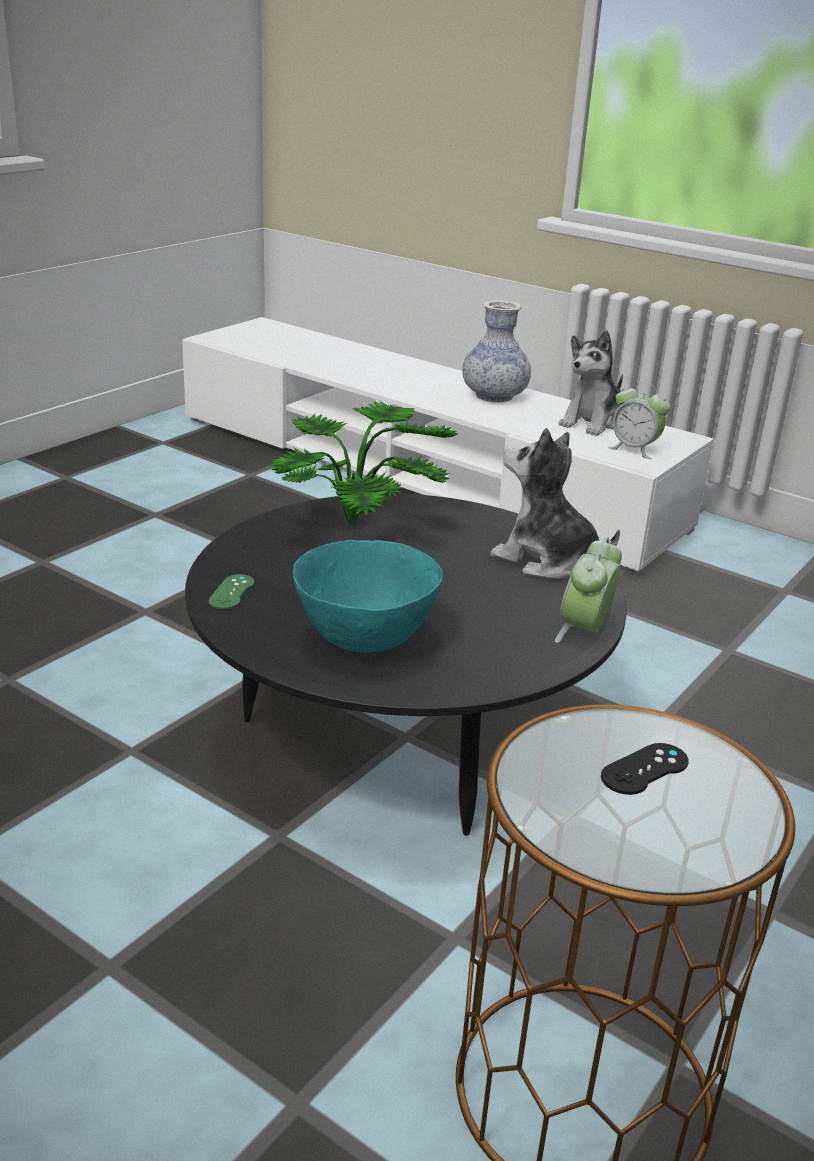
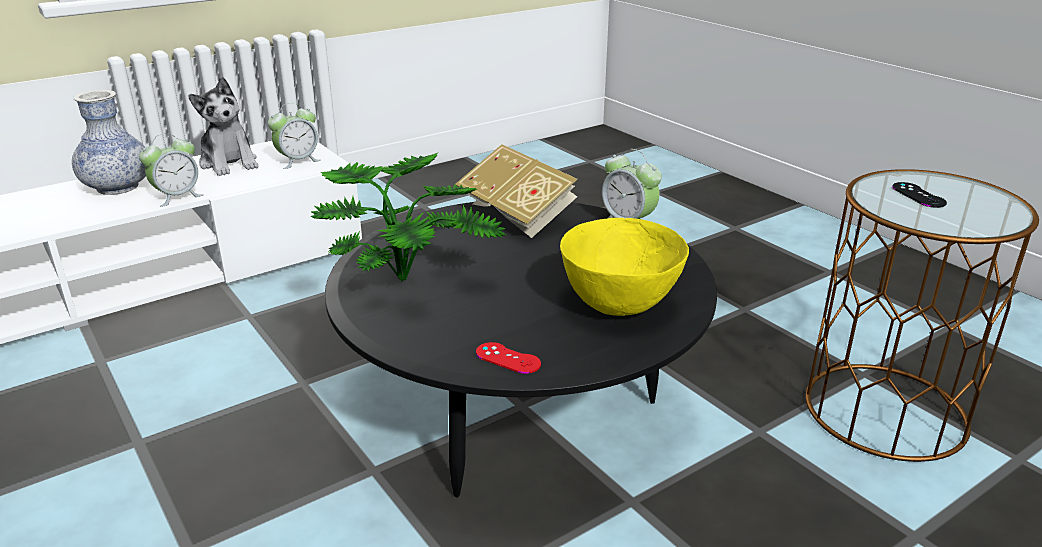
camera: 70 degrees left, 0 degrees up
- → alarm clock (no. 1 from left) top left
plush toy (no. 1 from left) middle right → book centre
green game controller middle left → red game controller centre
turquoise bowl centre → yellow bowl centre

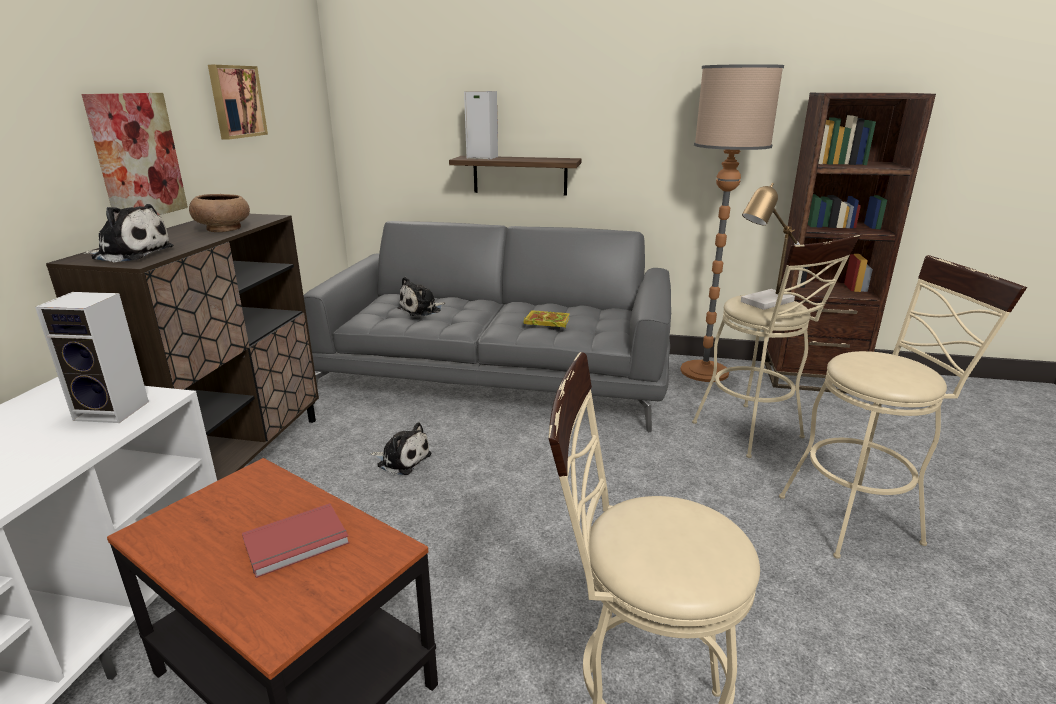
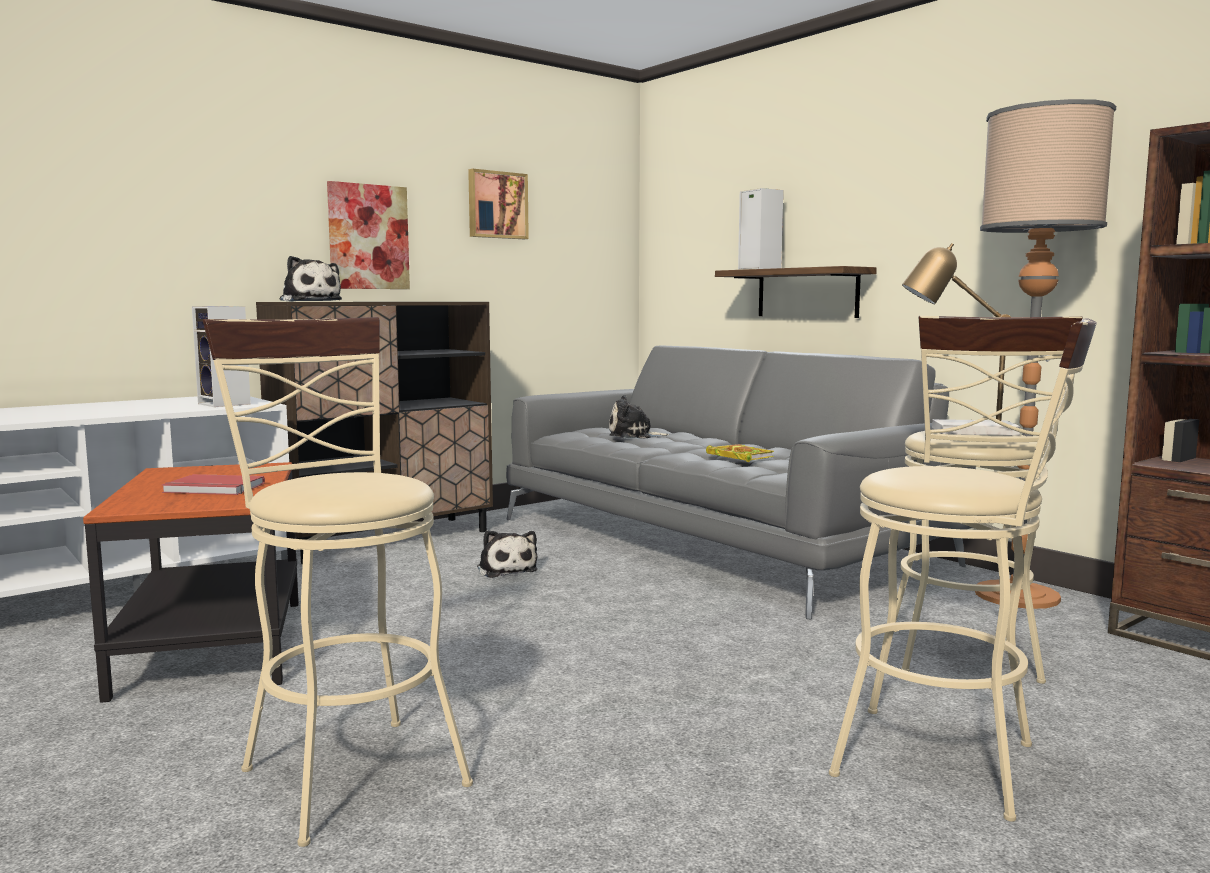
camera: 40 degrees right, 15 degrees down
brown bowl top left → -

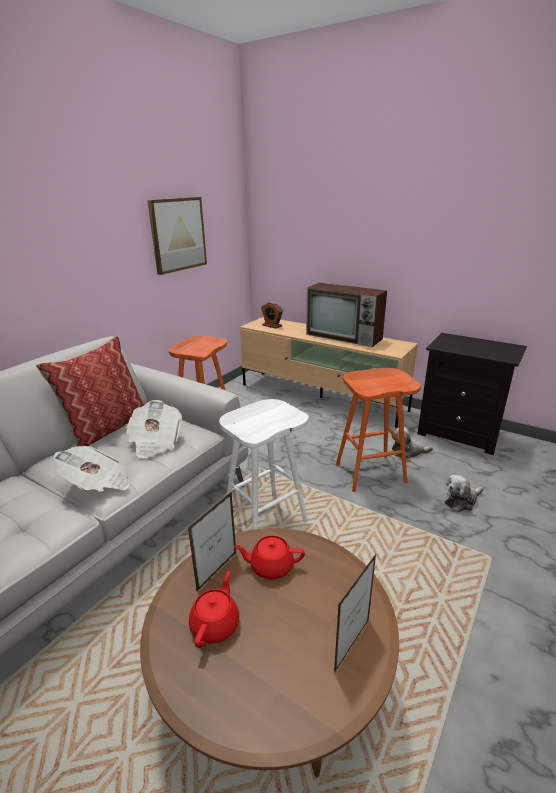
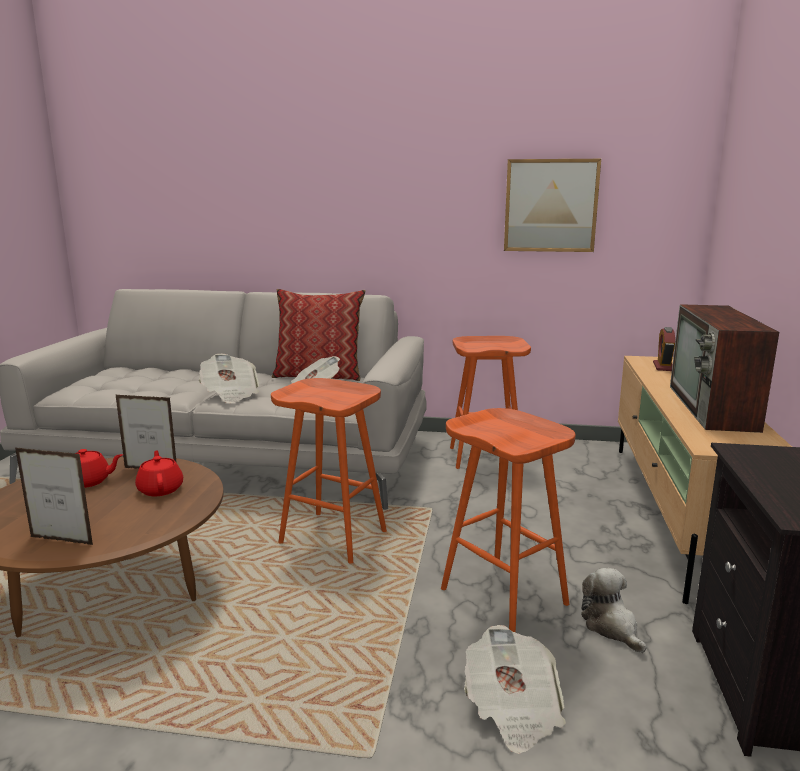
camera: 65 degrees right, 10 degrees down
plush toy (no. 2 from left) middle right → newspaper (no. 3 from left) bottom centre
white stool centre → orange stool (no. 1 from left) centre

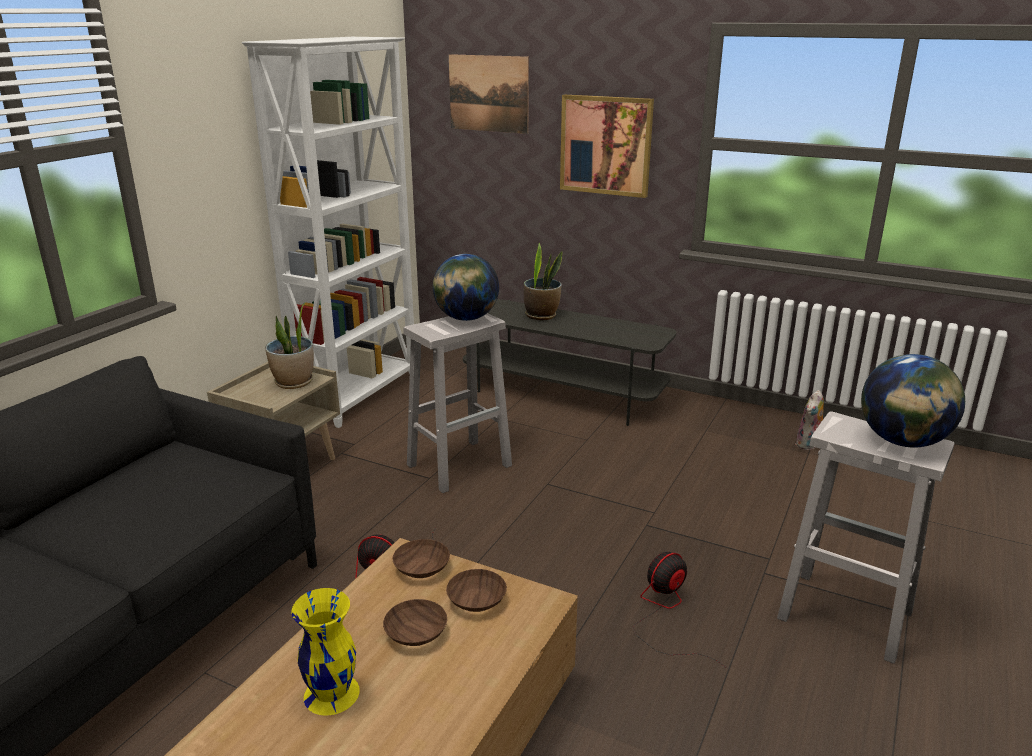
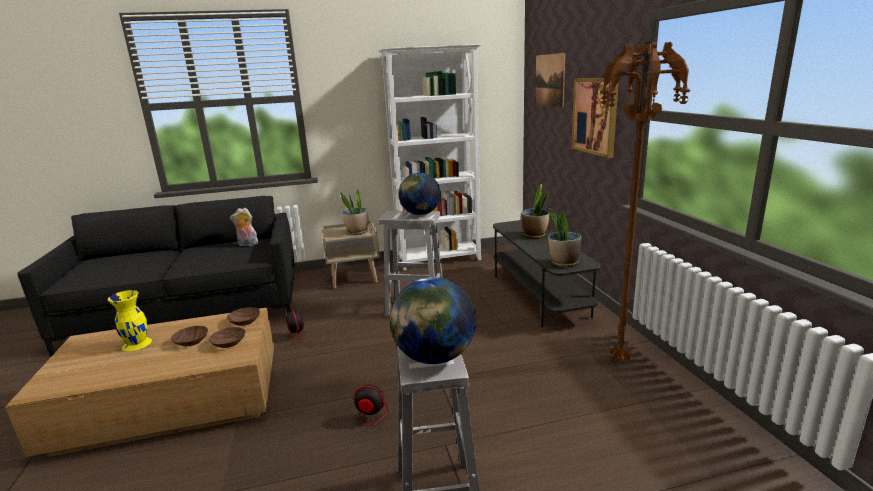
camera: 50 degrees right, 5 degrees down
- → potted plant (no. 3 from left) centre
- → brown floor lamp middle right
plush toy middle right → plush toy middle left, shifted

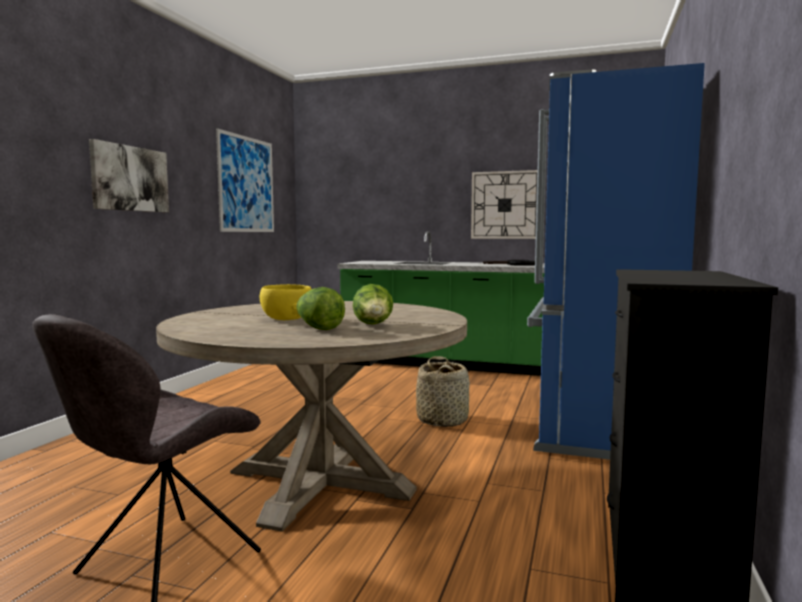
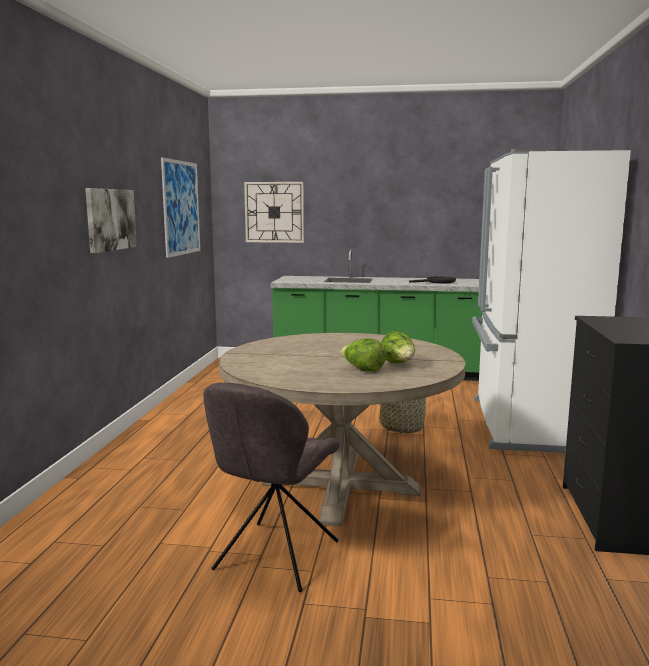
camera: 10 degrees left, 5 degrees up
yellow bowl centre → -
wall clock centre → wall clock top centre, shifted
blue fridge middle right → white fridge middle right

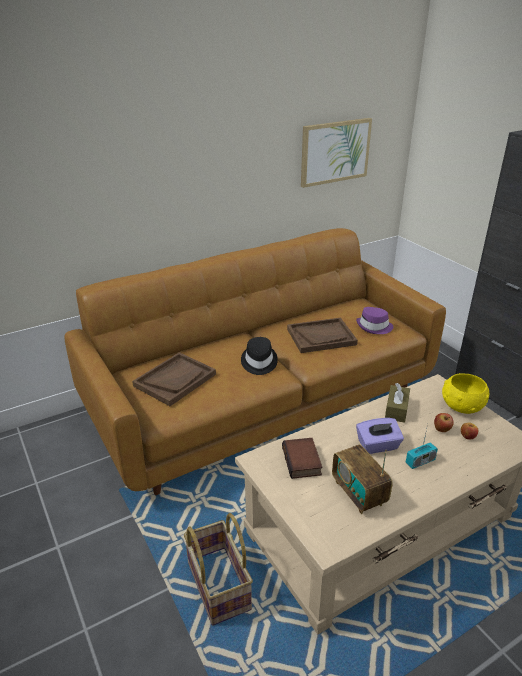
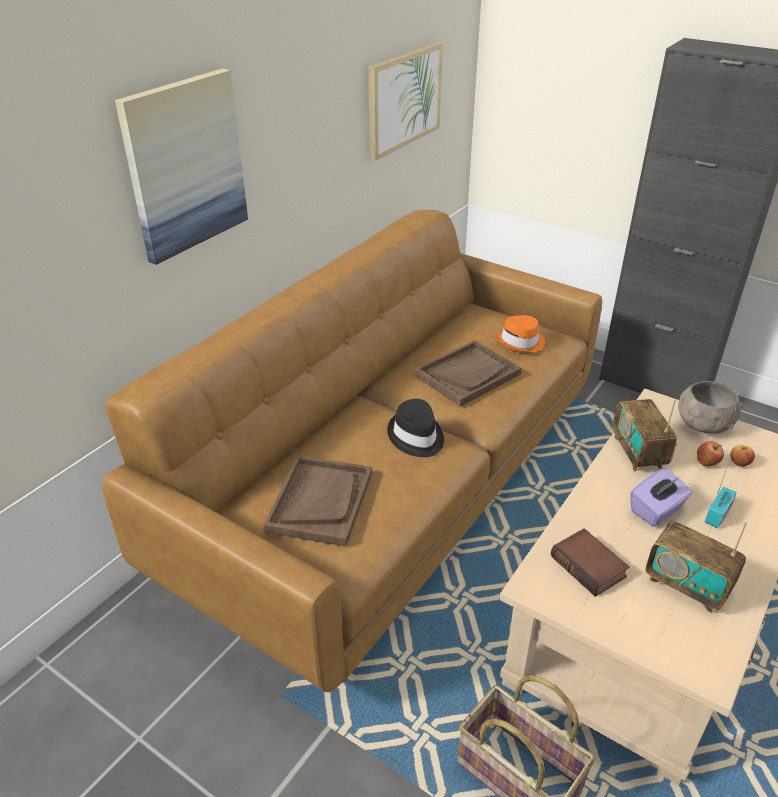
camera: 25 degrees left, 5 degrees up
- → picture (no. 1 from left) top left
brown tissue box middle right → radio (no. 1 from left) middle right
purple hat middle right → orange hat middle right
yellow bowl middle right → grey bowl middle right

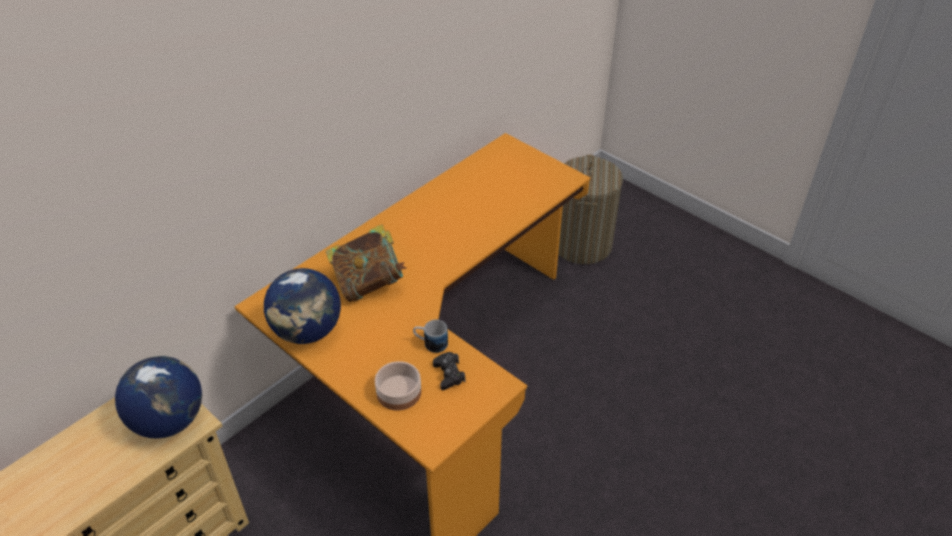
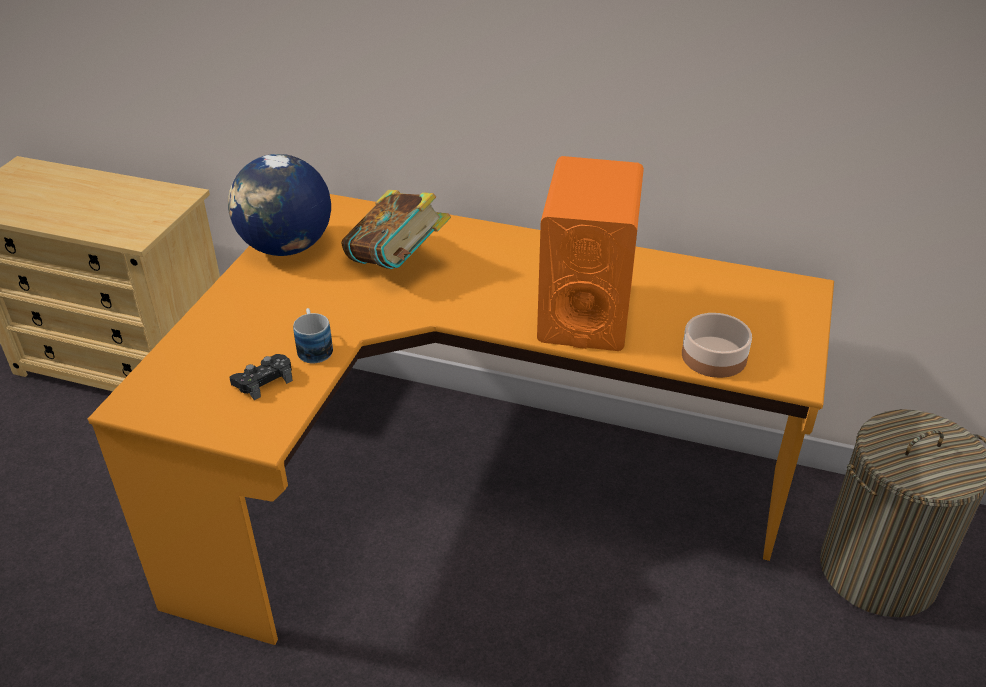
camera: 65 degrees right, 5 degrees down
globe (no. 1 from left) bottom left → -
- → orange speaker centre
bowl bottom centre → bowl middle right, shifted

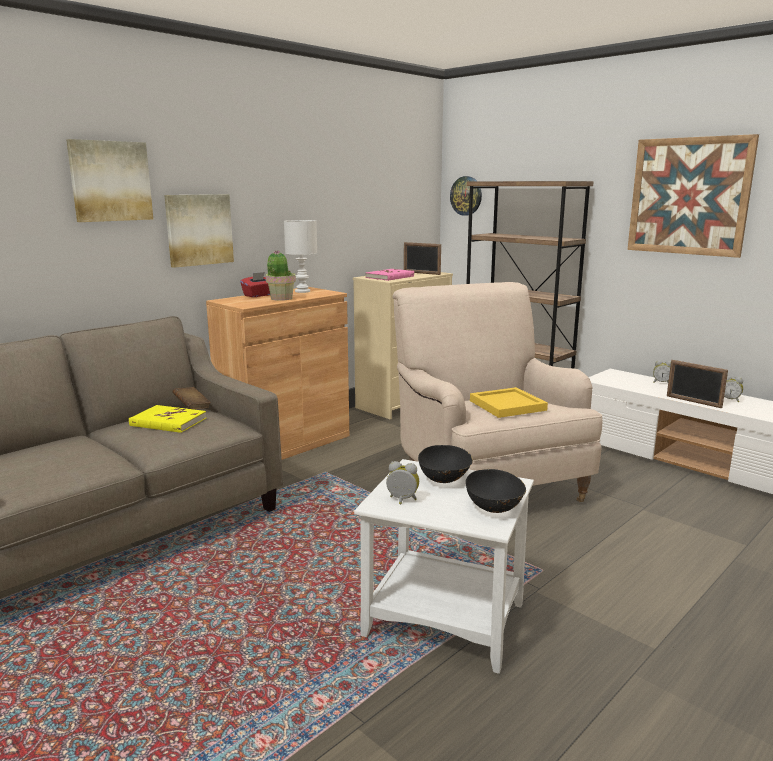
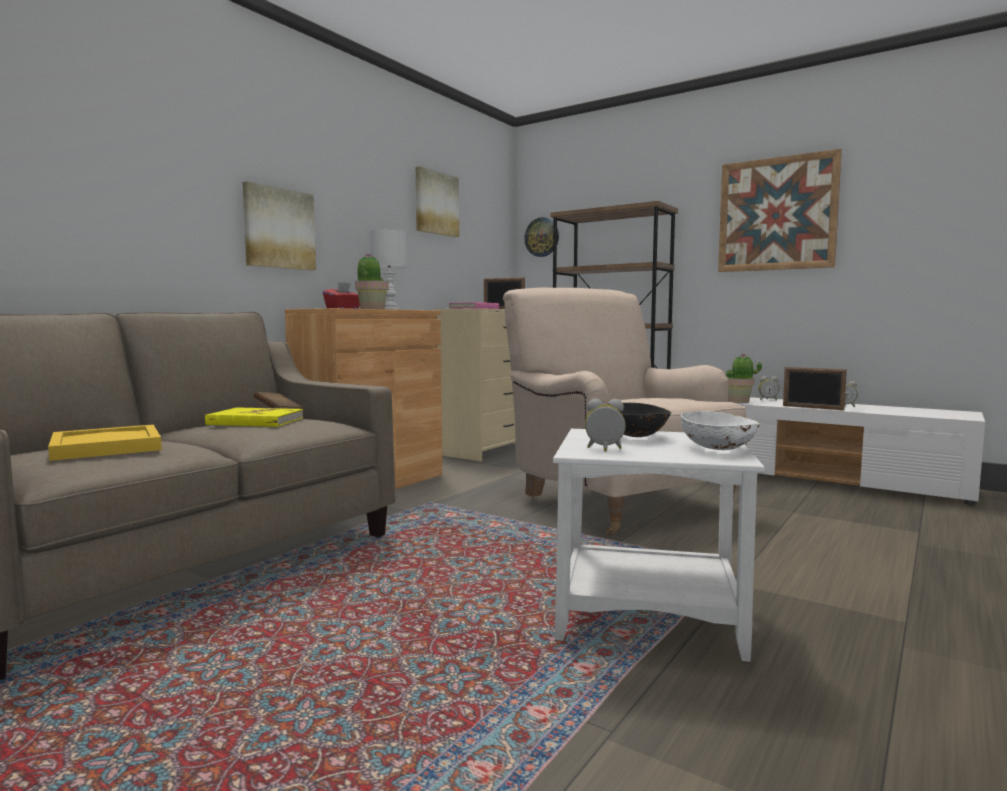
camera: 10 degrees left, 10 degrees down
- → potted plant (no. 2 from left) middle right
picture (no. 1 from left in the first image) top left → picture (no. 2 from left) top centre, shifted
yellow tray centre → yellow tray middle left, shifted
black bowl (no. 2 from left) centre → white bowl middle right

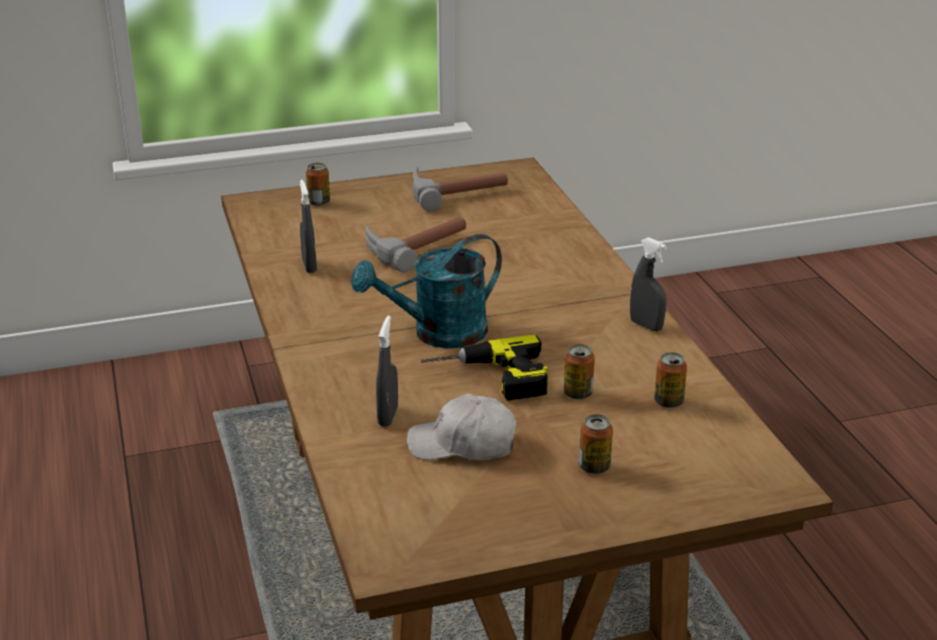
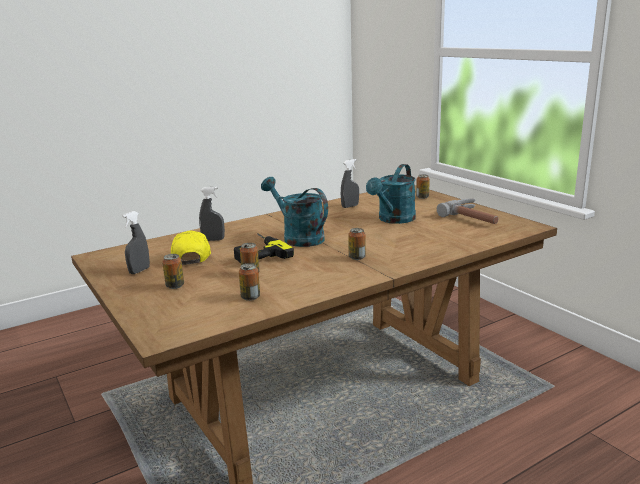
camera: 75 degrees right, 10 degrees down
- → can (no. 4 from left) centre
grey spray bottle (no. 3 from left in the first image) middle right → grey spray bottle (no. 1 from left) middle left, shifted
hammer (no. 1 from left) centre → turquoise watering can (no. 2 from left) centre
white cap bottom centre → yellow cap middle left

